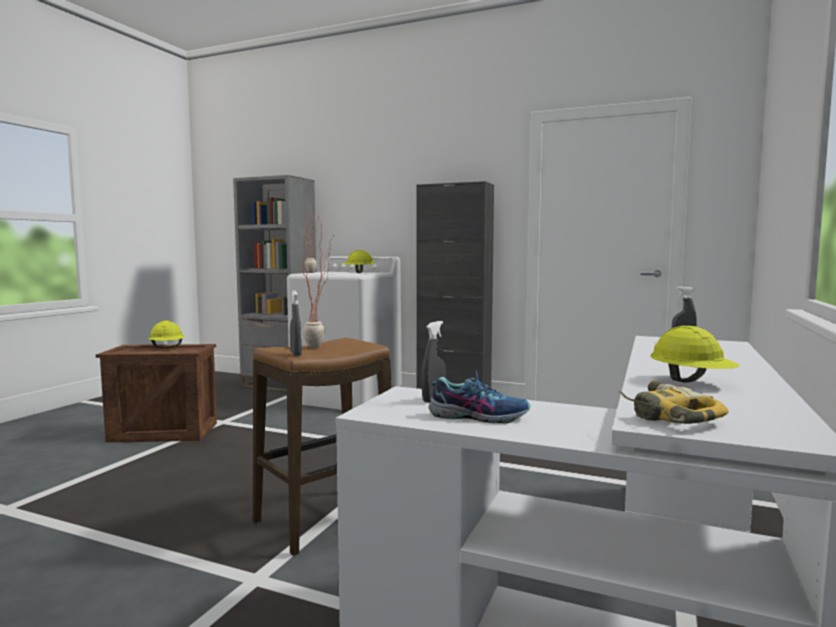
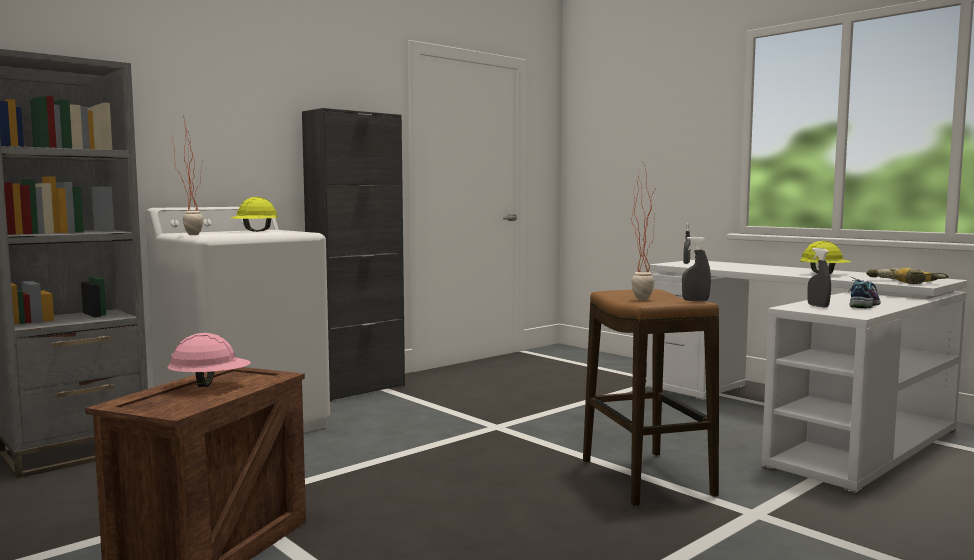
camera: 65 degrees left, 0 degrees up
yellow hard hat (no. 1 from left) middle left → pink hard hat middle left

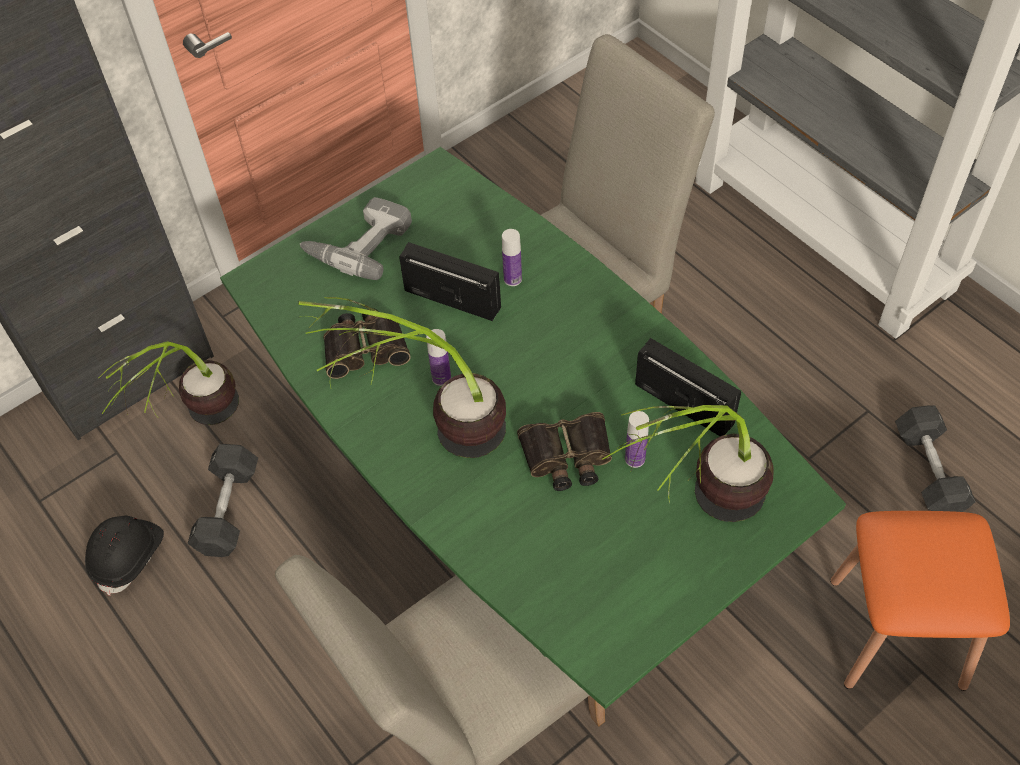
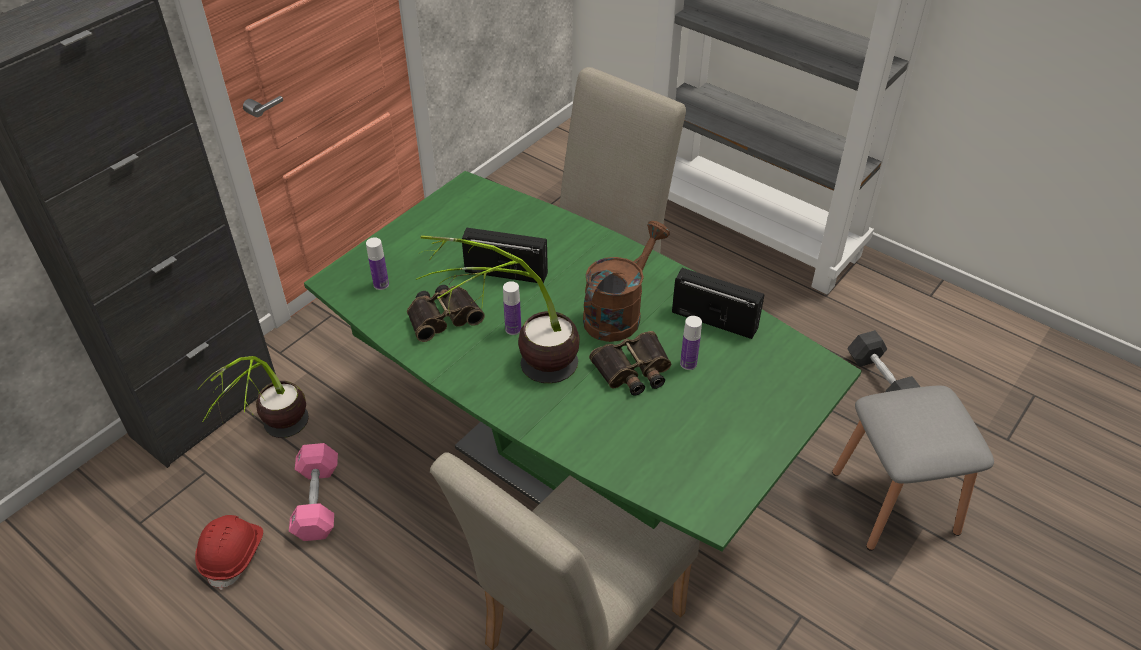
camera: 15 degrees left, 10 degrees down
power drill top centre → -
potted plant (no. 3 from left) middle right → -
- → brown watering can centre
bottle (no. 2 from left in the first image) centre → bottle (no. 1 from left) middle left, shifted
black hard hat bottom left → red hard hat bottom left
black dumbbell (no. 1 from left) middle left → pink dumbbell bottom left
orange stool bottom right → grey stool bottom right

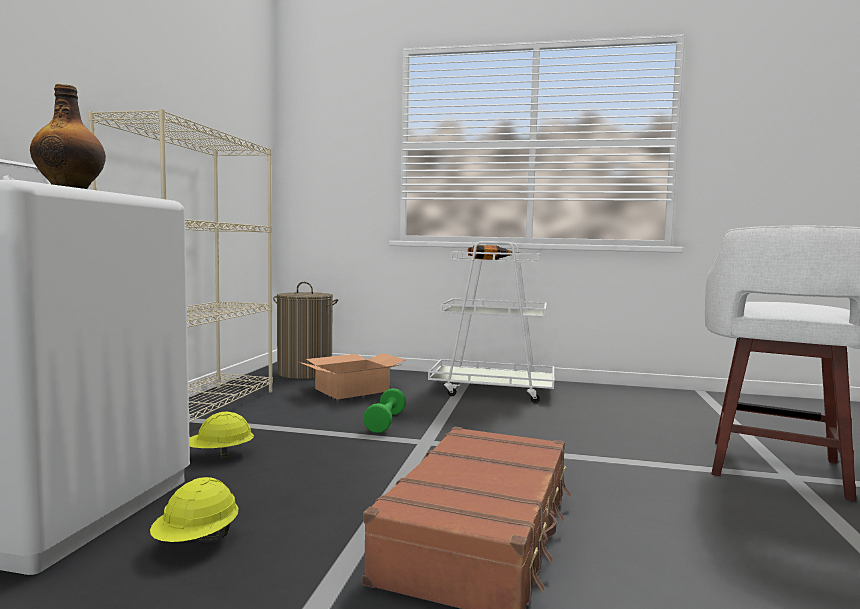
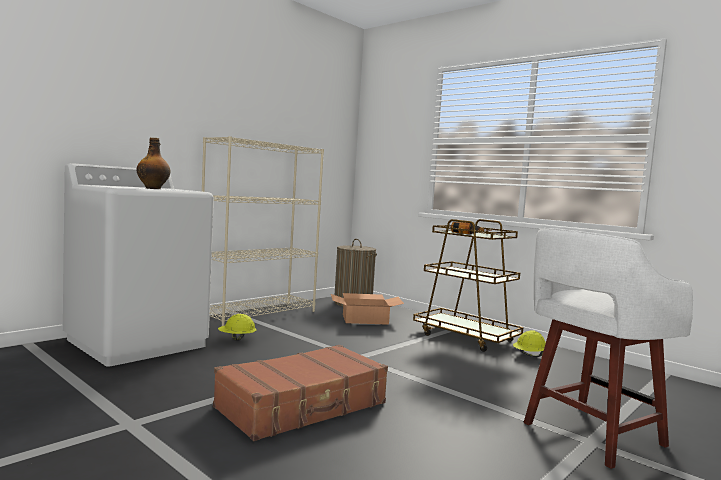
camera: 30 degrees right, 0 degrees up
green dumbbell bottom centre → -
yellow hard hat (no. 1 from left in the first image) bottom left → yellow hard hat (no. 2 from left) bottom right, shifted
white cart centre → brown cart centre

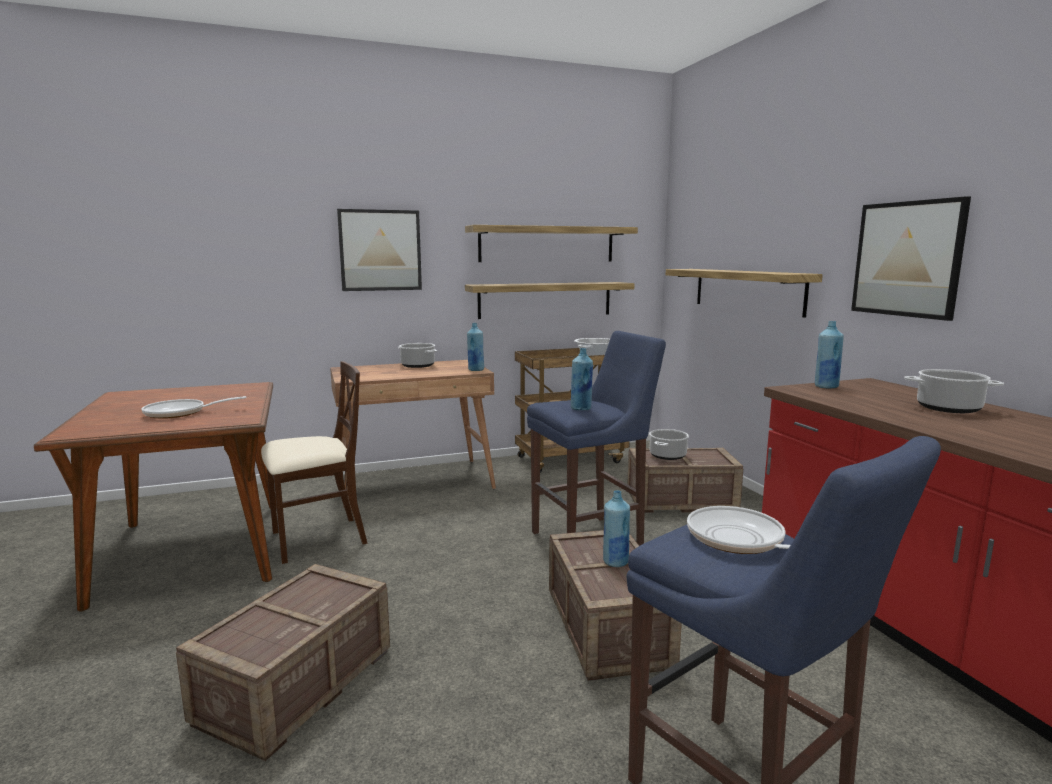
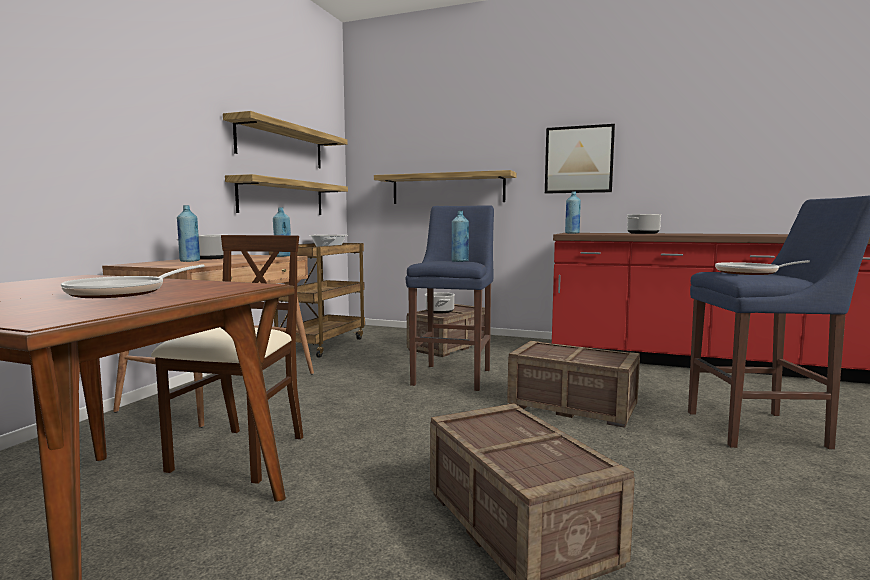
camera: 50 degrees left, 5 degrees down
picture (no. 1 from left) top centre → -
blue bottle (no. 3 from left in the first image) bottom centre → blue bottle (no. 1 from left) middle left, shifted

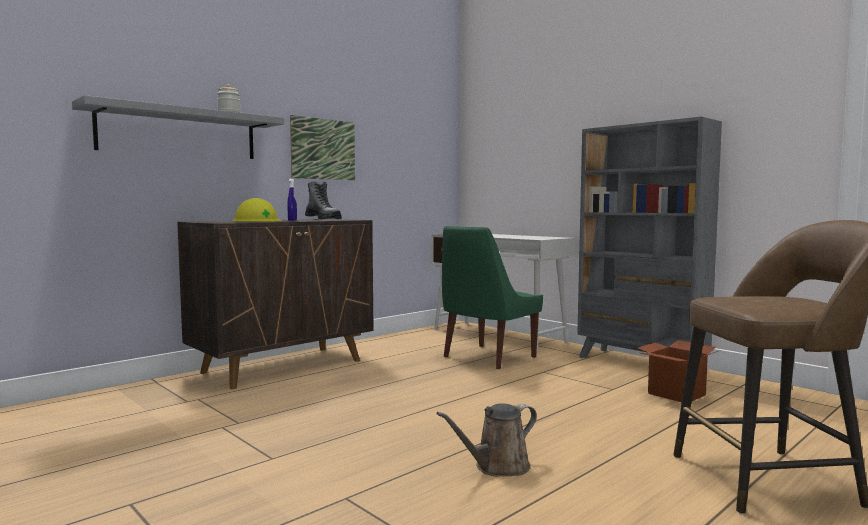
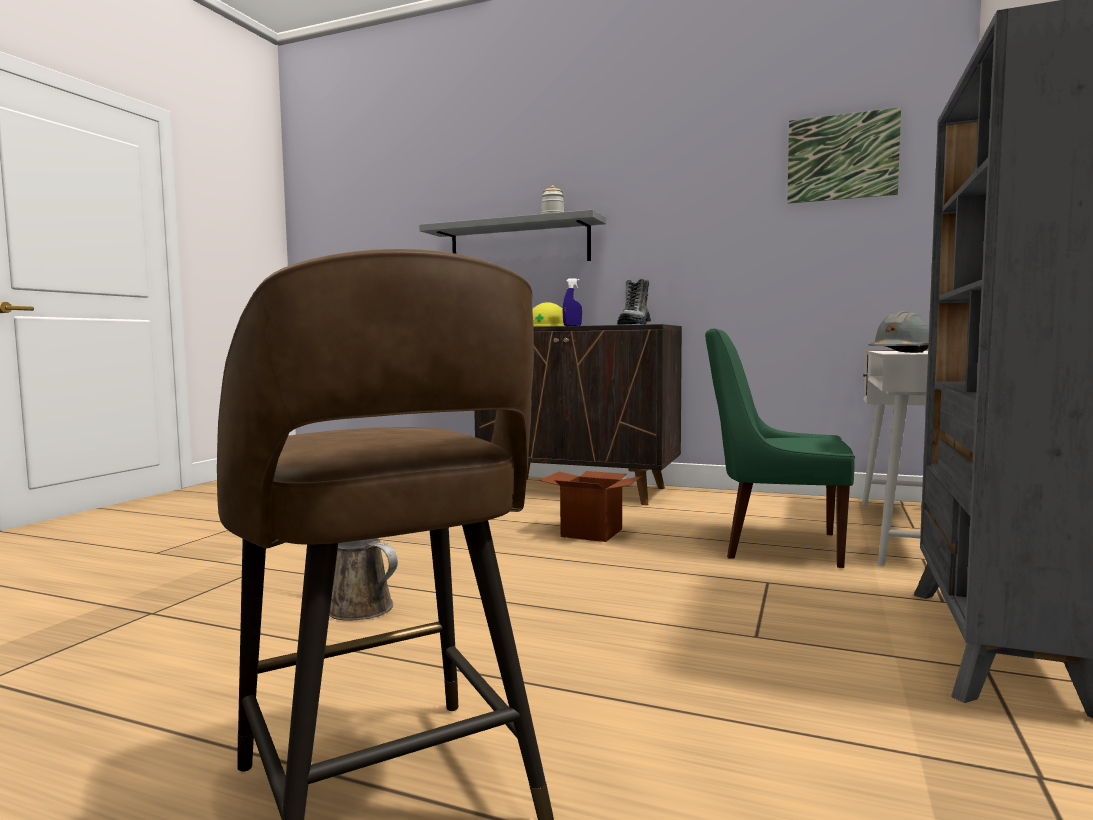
camera: 65 degrees right, 0 degrees up
- → grey hard hat middle right
picture top centre → picture top right, shifted
cardboard box bottom right → cardboard box centre, shifted

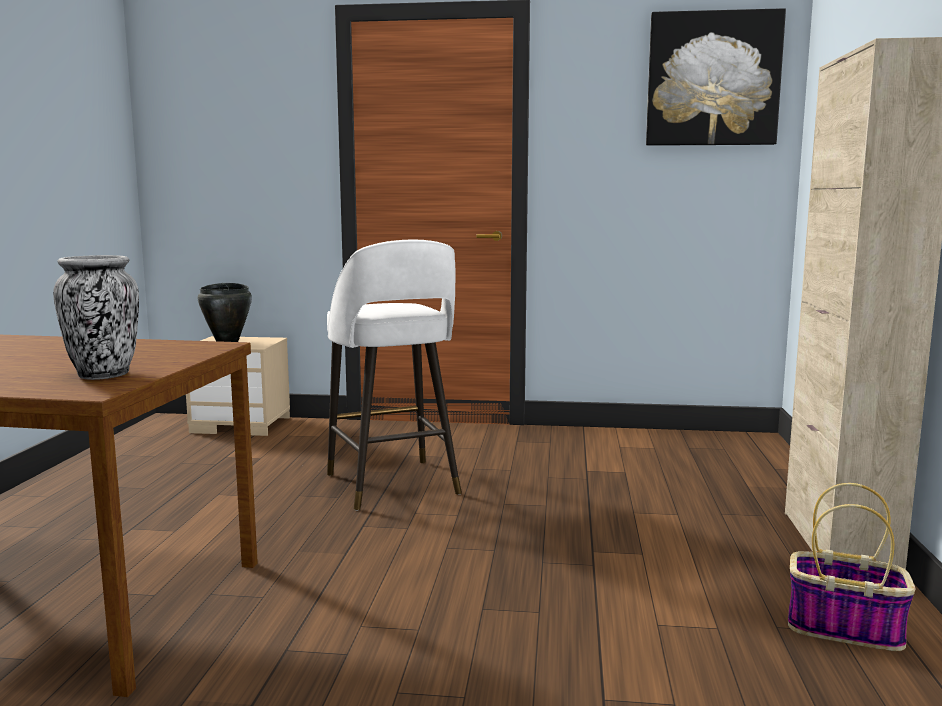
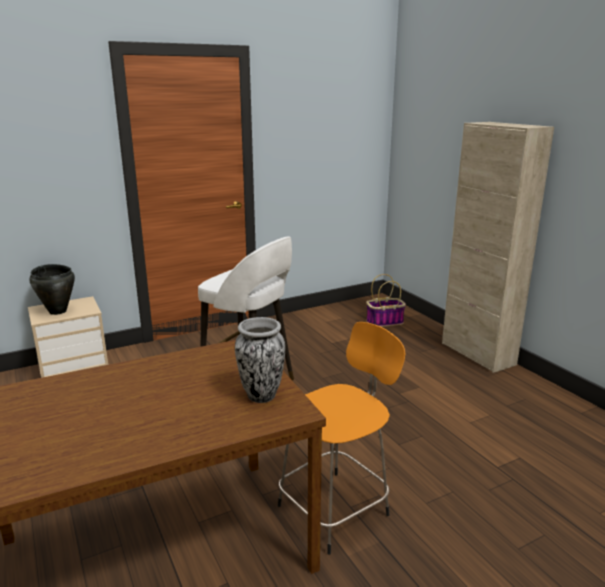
camera: 35 degrees left, 10 degrees up
picture top right → -
- → orange stool bottom centre
basket bottom right → basket centre, shifted

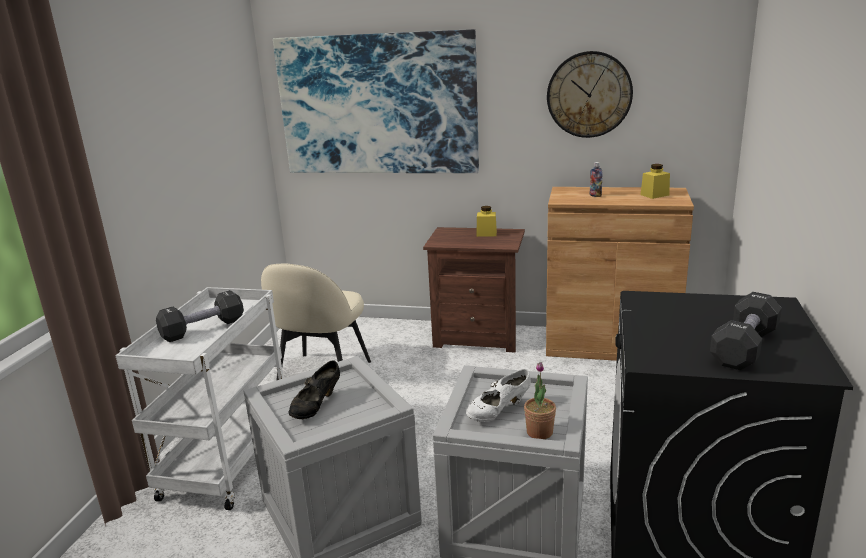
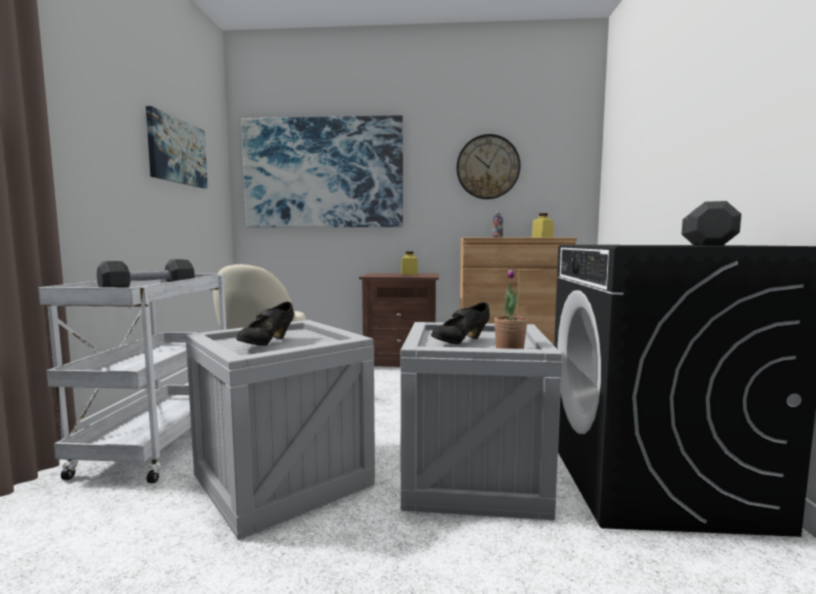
camera: 10 degrees left, 15 degrees down
- → picture (no. 1 from left) top left
white shoe bottom centre → black shoe (no. 2 from left) centre

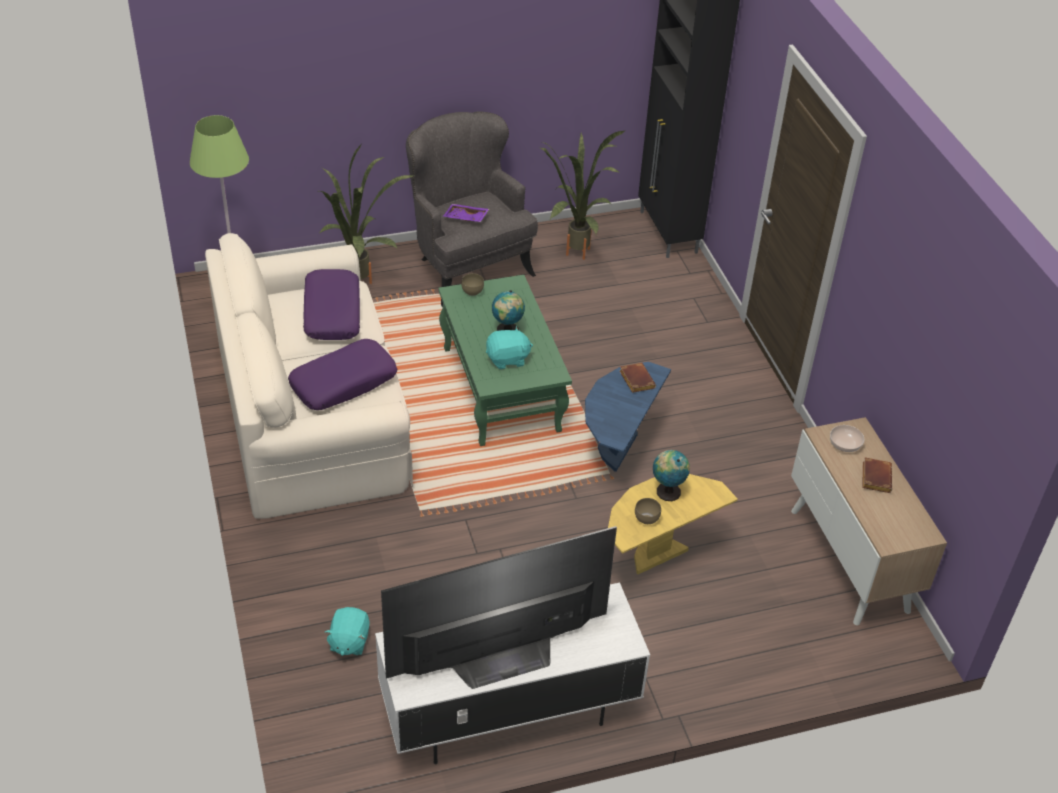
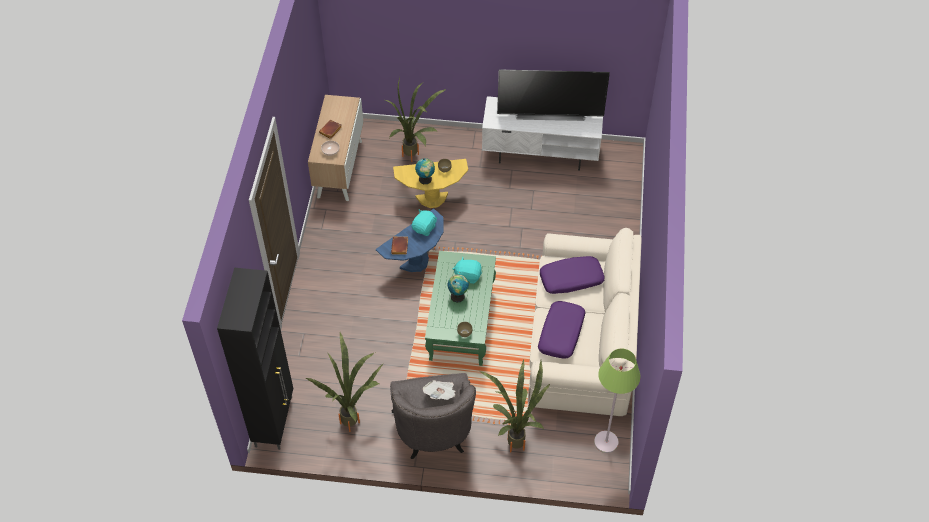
camera: 155 degrees left, 10 degrees up
- → potted plant (no. 2 from left) top centre
turquoise plush toy (no. 1 from left) bottom left → turquoise plush toy (no. 1 from left) centre, shifted
purple tray top centre → newspaper bottom centre

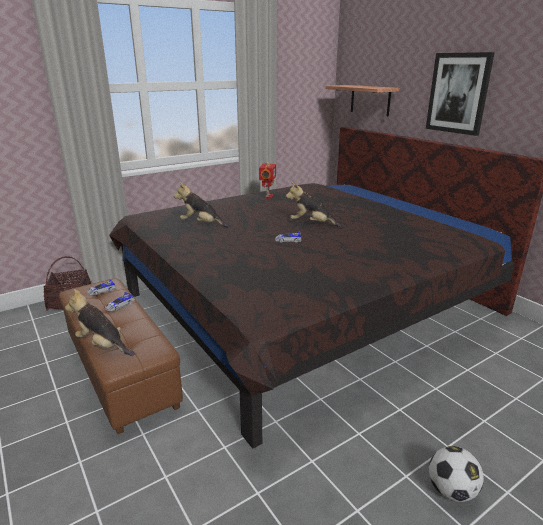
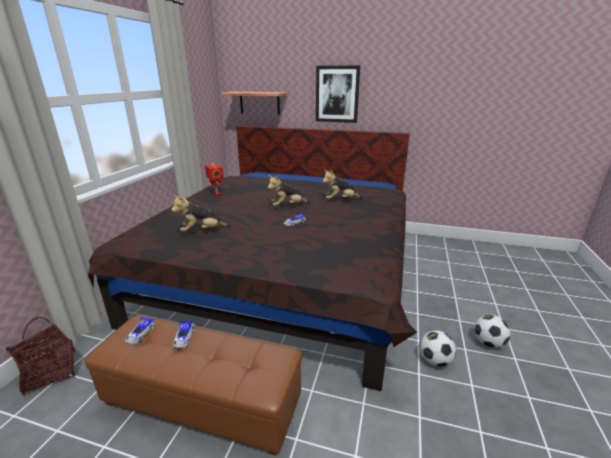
camera: 40 degrees left, 0 degrees up
- → football (no. 1 from left) bottom right
plush toy (no. 1 from left in the first image) middle left → plush toy (no. 3 from left) centre, shifted

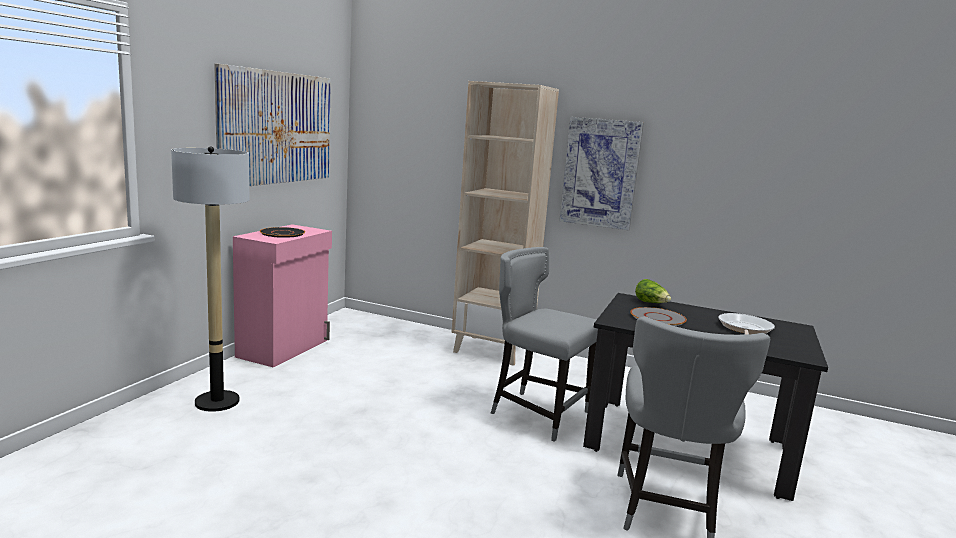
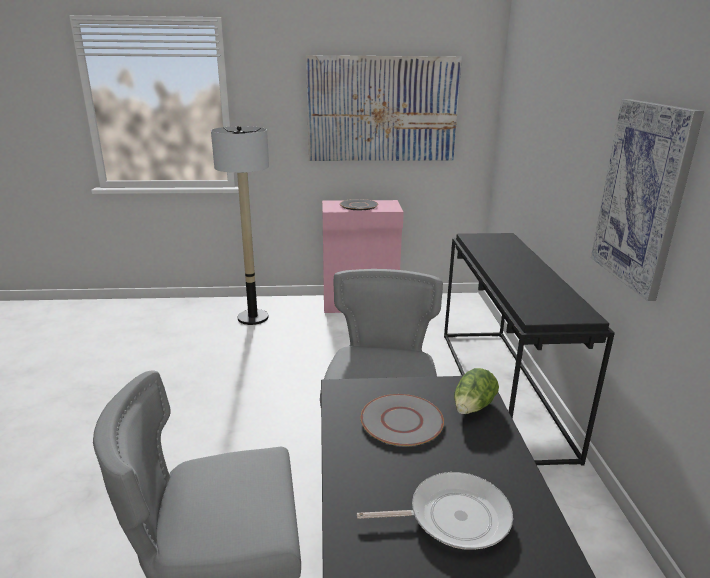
camera: 65 degrees right, 10 degrees up
beige bookcase centre → black console table middle right

